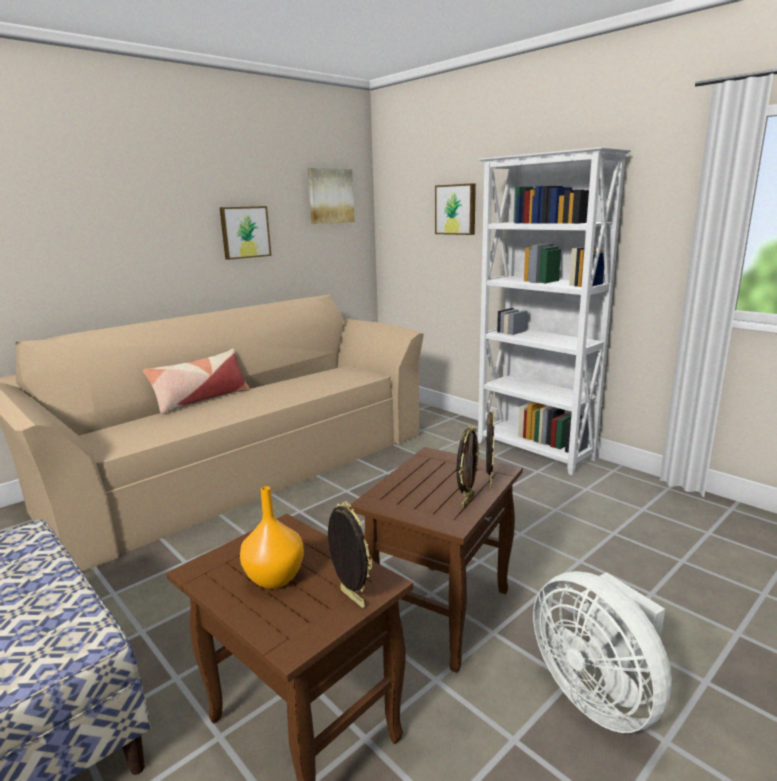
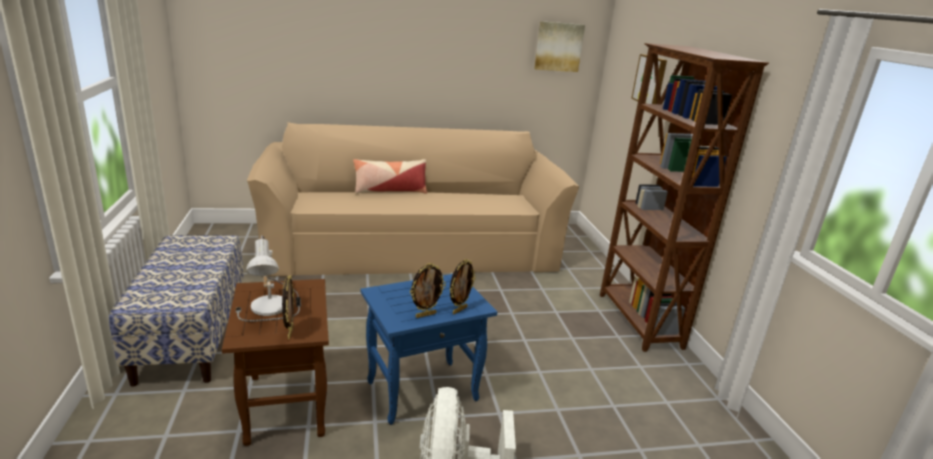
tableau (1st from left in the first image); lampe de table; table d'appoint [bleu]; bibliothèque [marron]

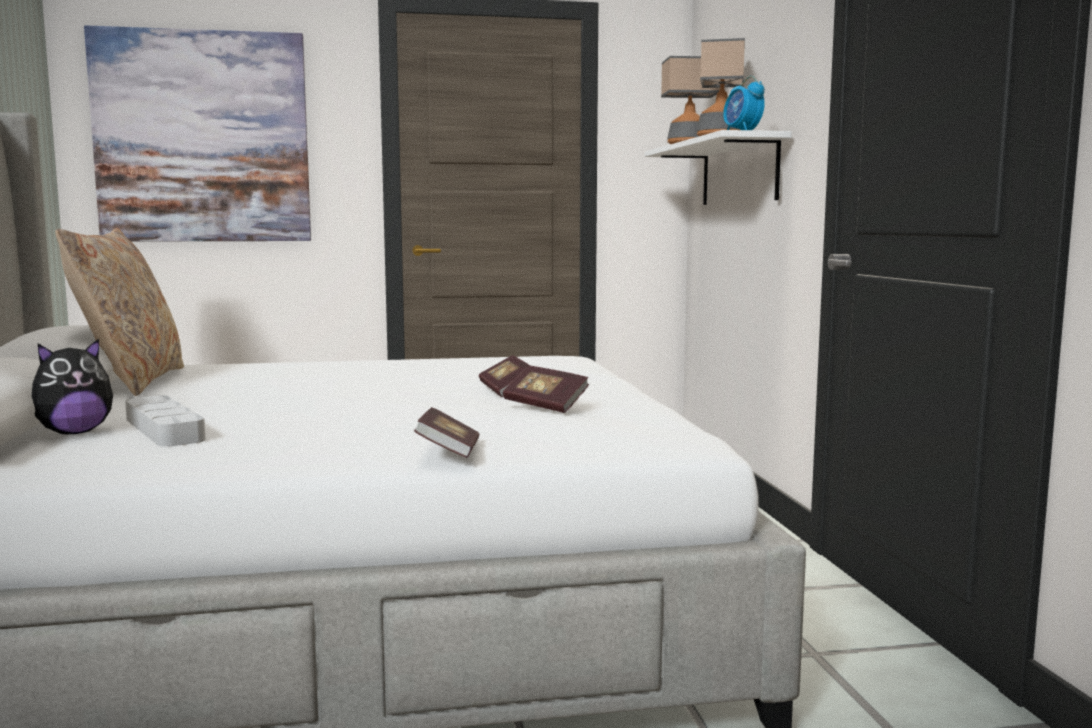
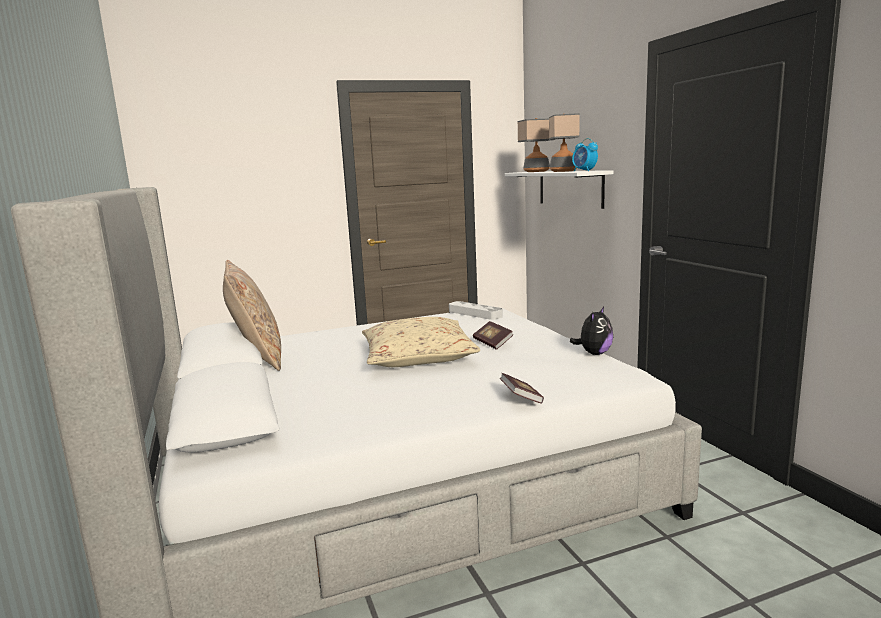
peluche; tableau; plateau [gris]; livre (3rd from left in the first image); coussin [beige] (2nd from left)

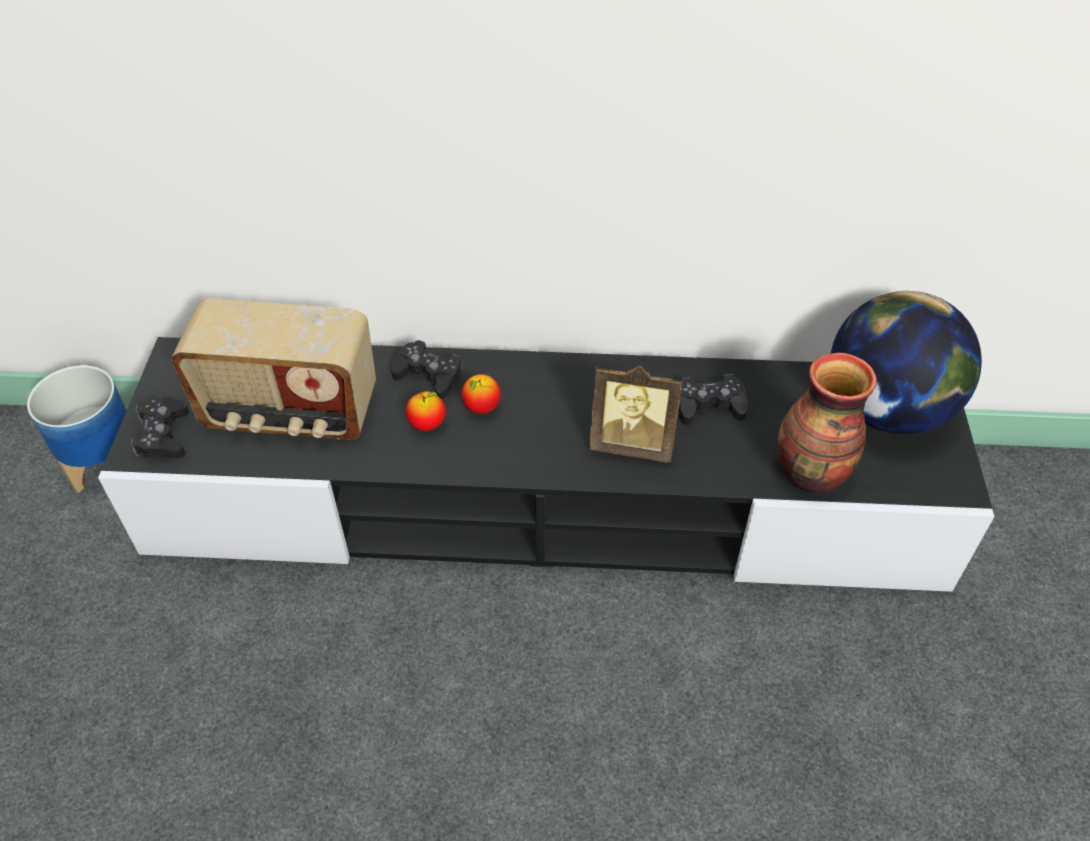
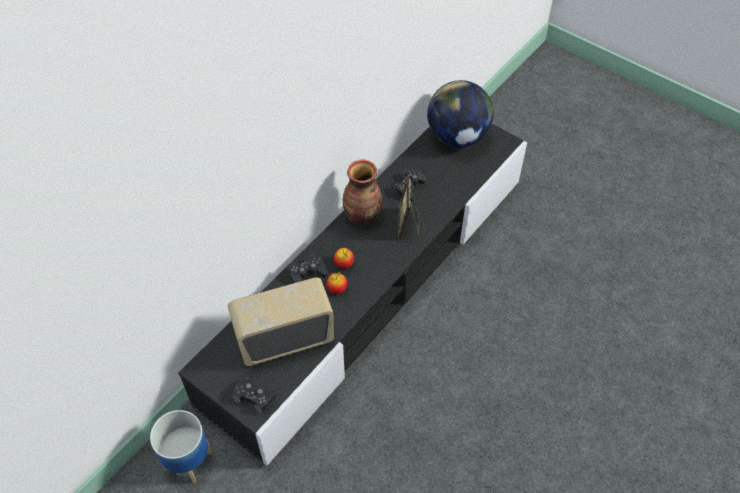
radio; cadre photo; vase

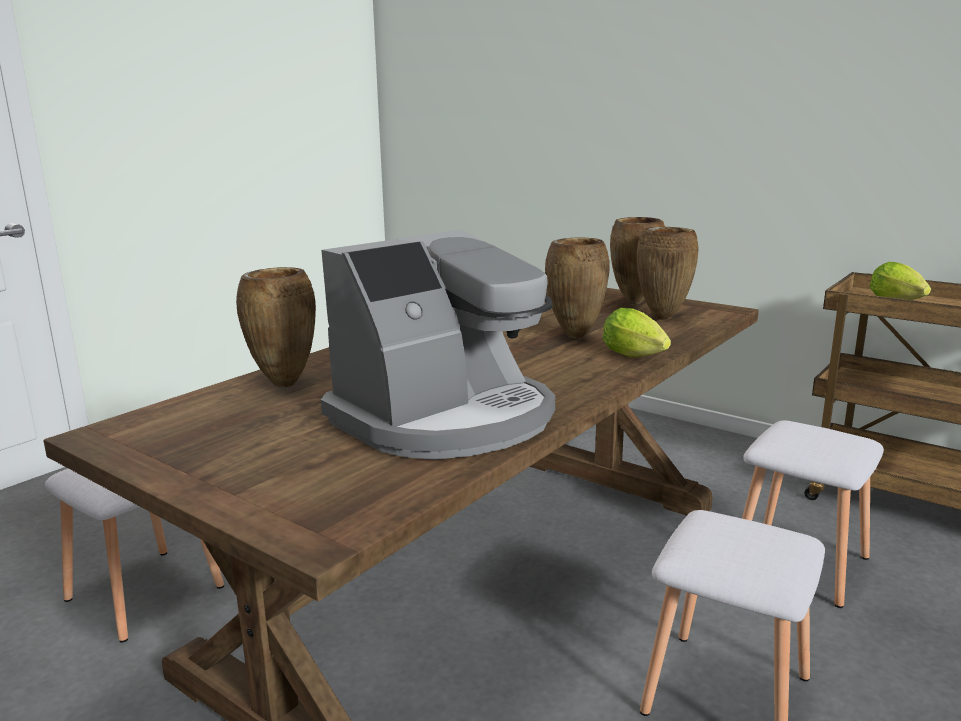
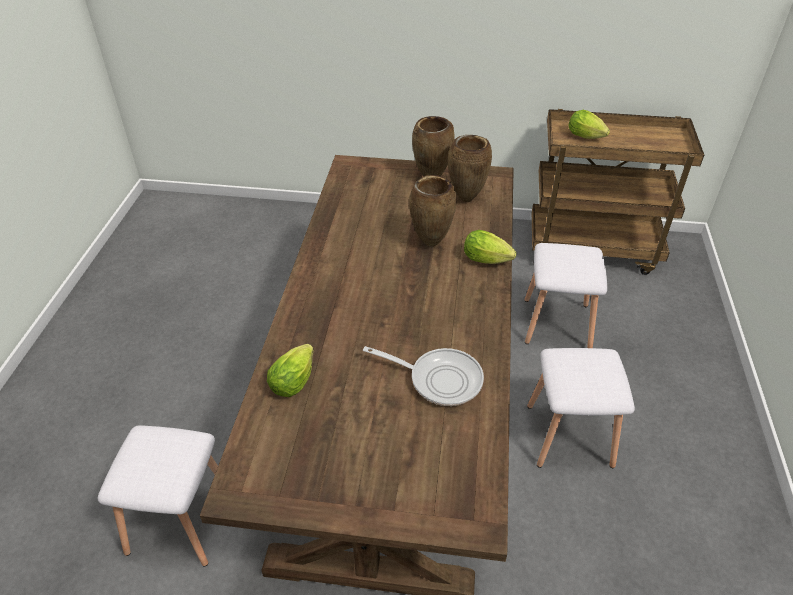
laitue (1st from left); poêle

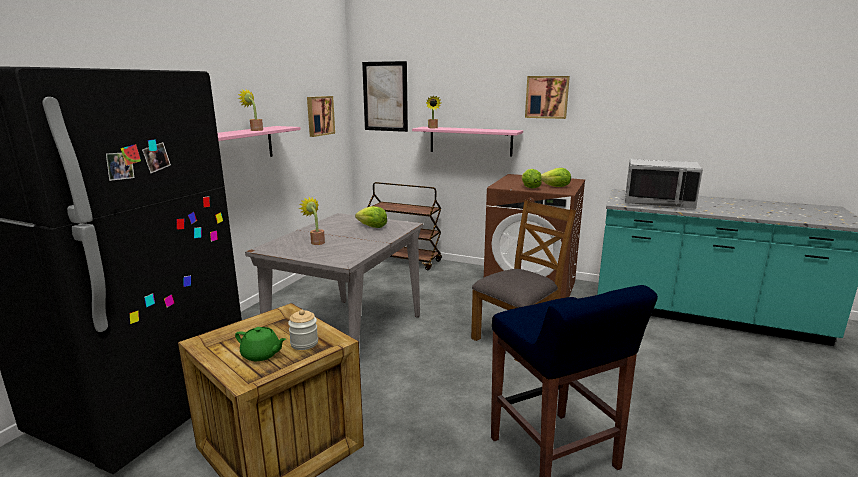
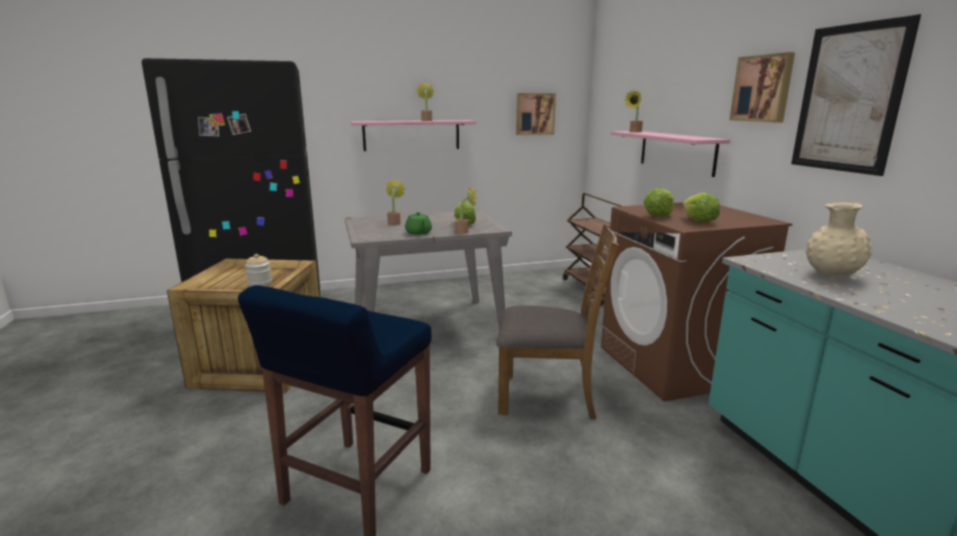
théière [vert]; tableau (3rd from left); vase [beige]; plante en pot (3rd from left)

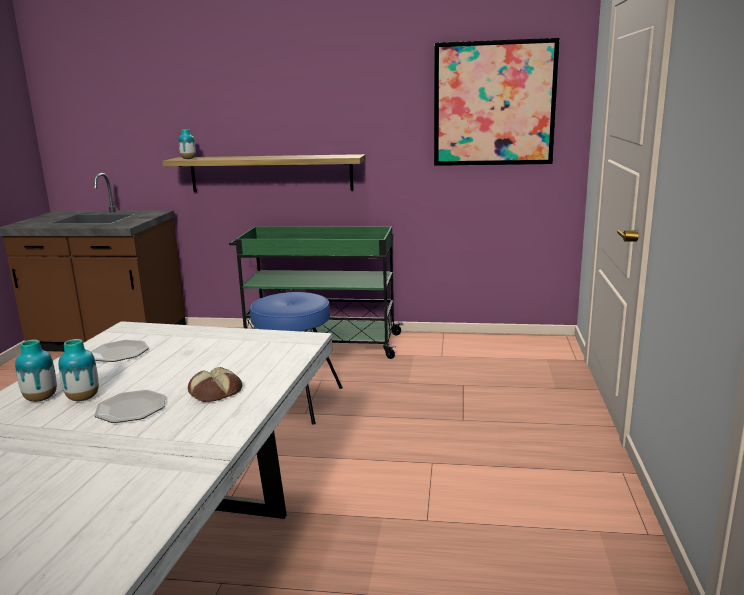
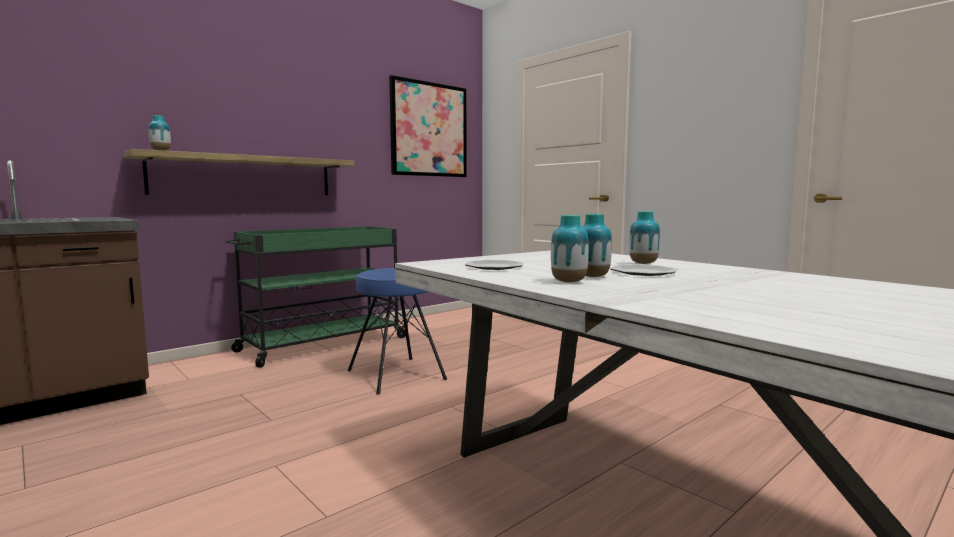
vase (4th from left)

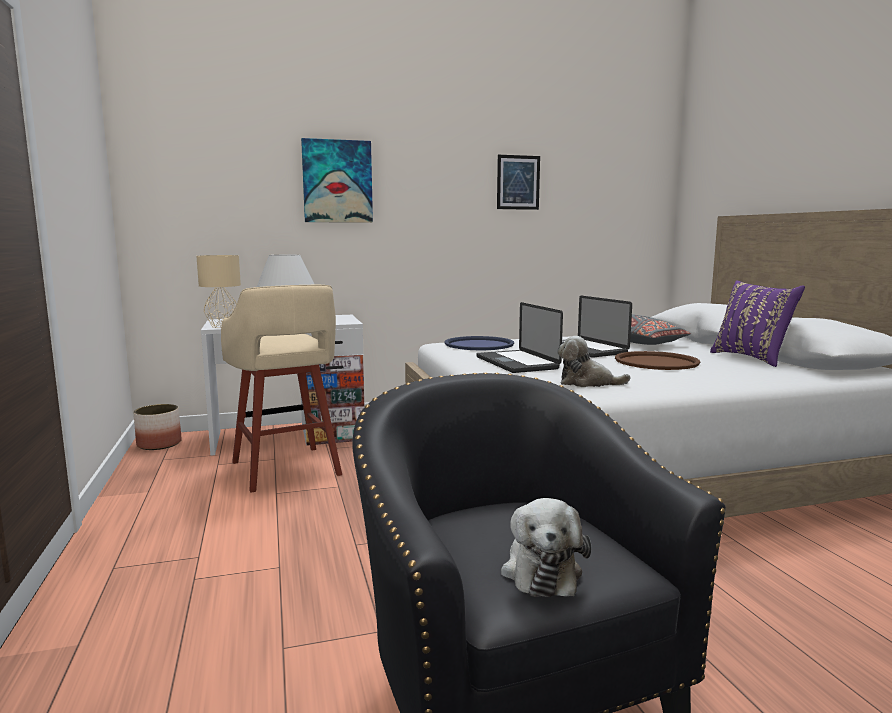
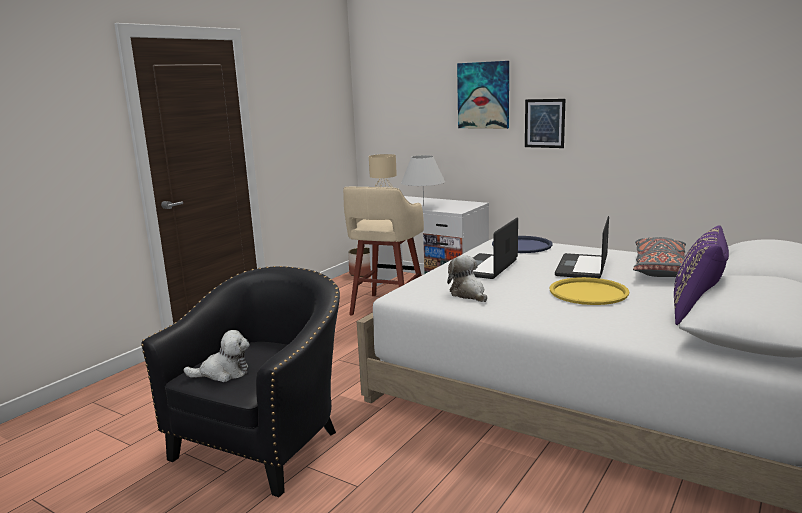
tableau (2nd from left); peluche (1st from left); plateau [jaune]

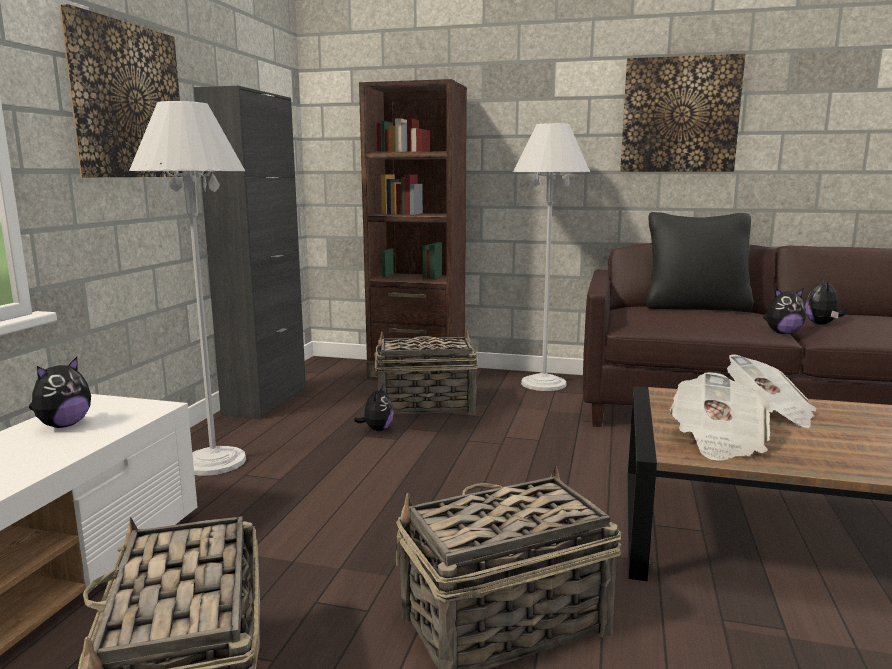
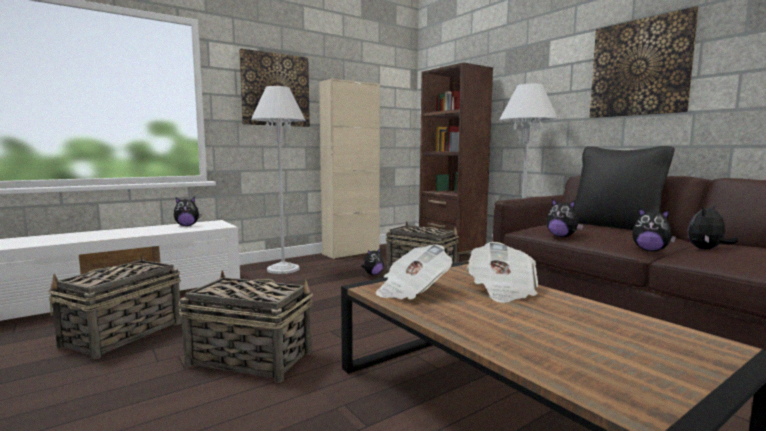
meuble de rangement [beige]; peluche (3rd from left)

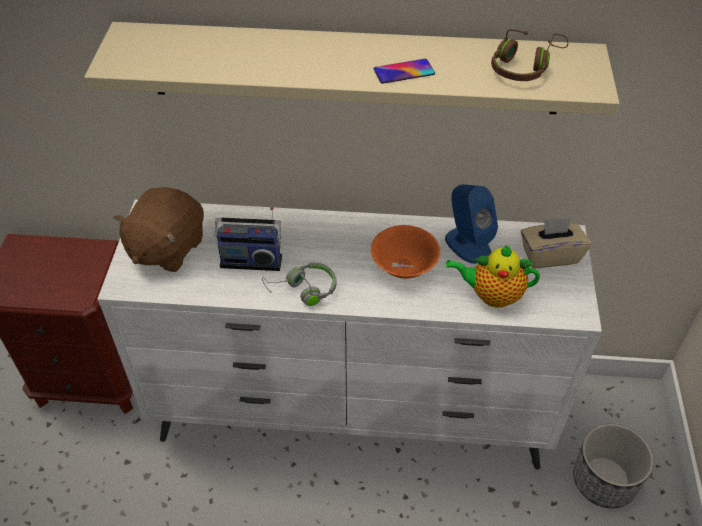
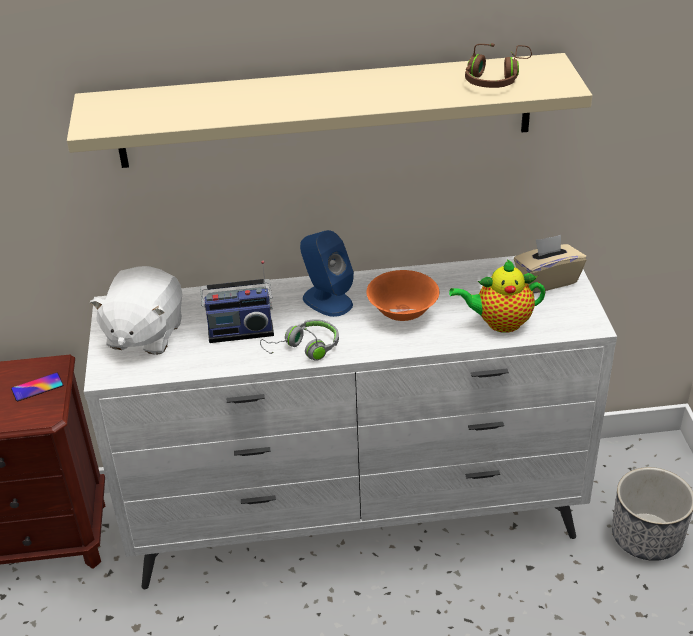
peluche [blanc]; téléphone; enceinte [bleu]

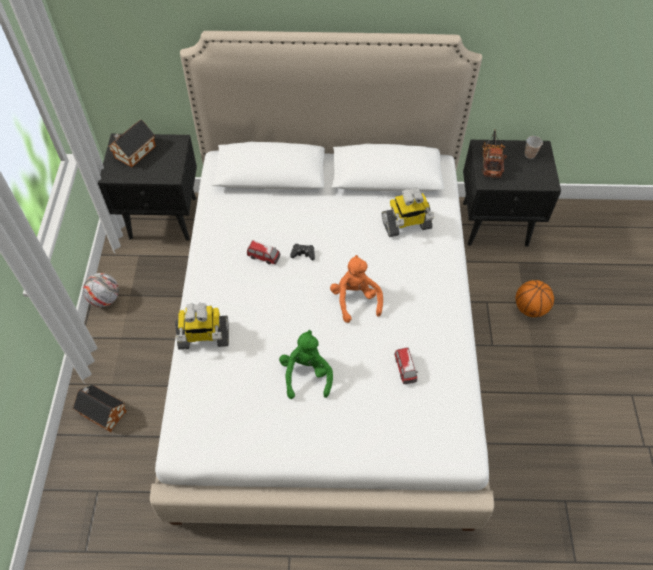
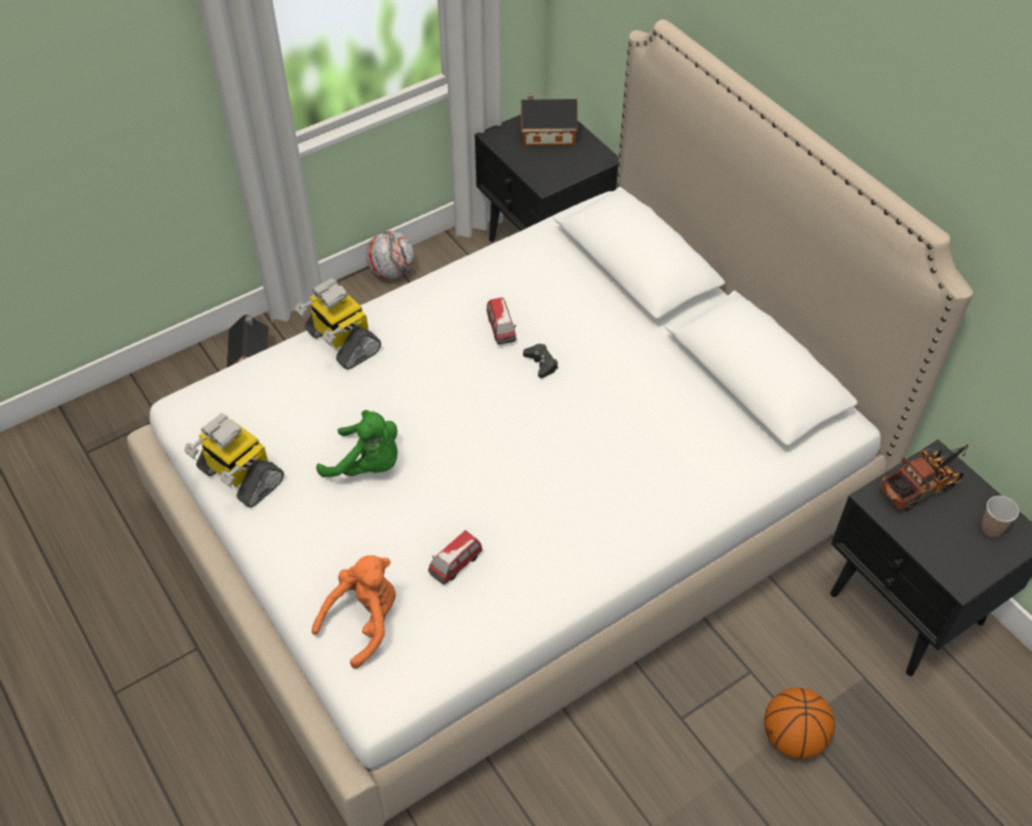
peluche [vert]; peluche [orange]; robot jouet (1st from left)

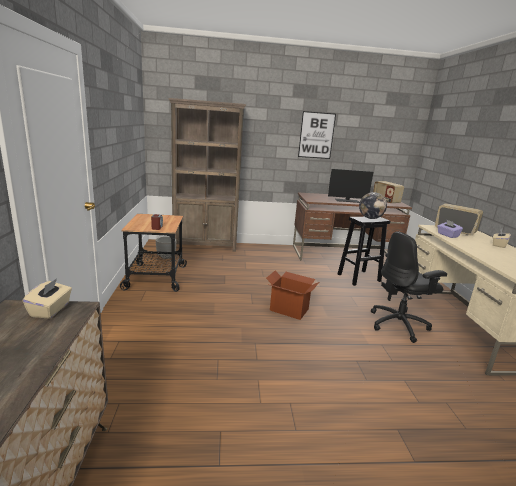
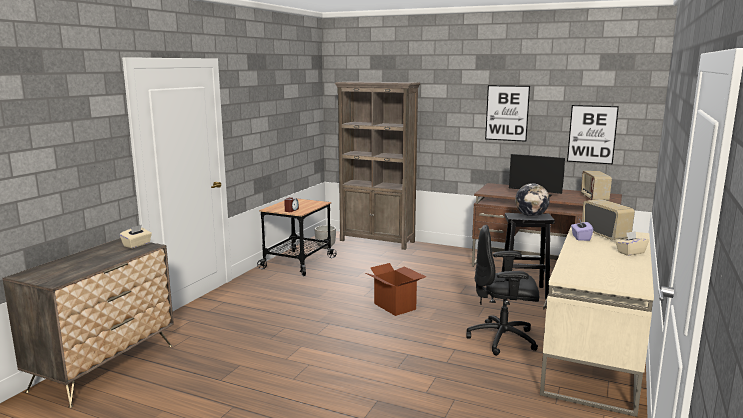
tableau (2nd from left)

